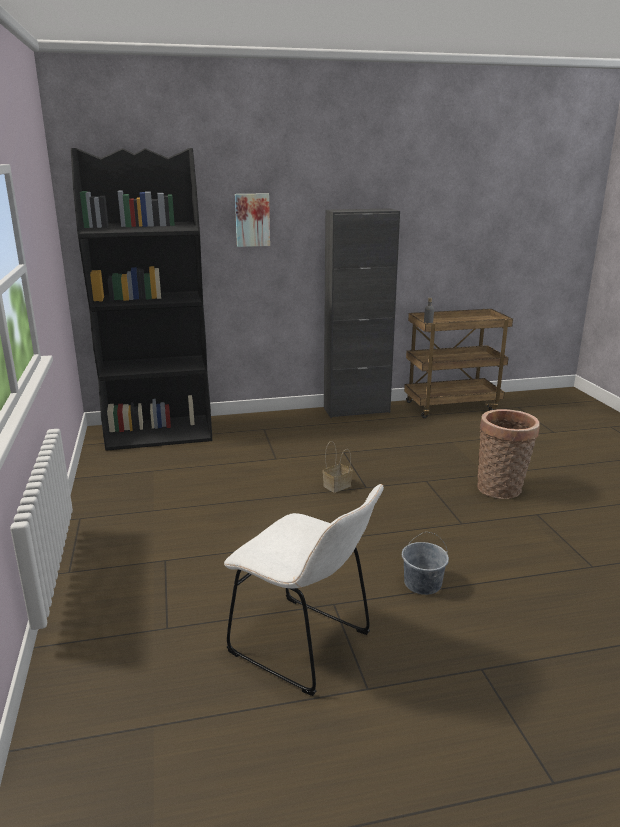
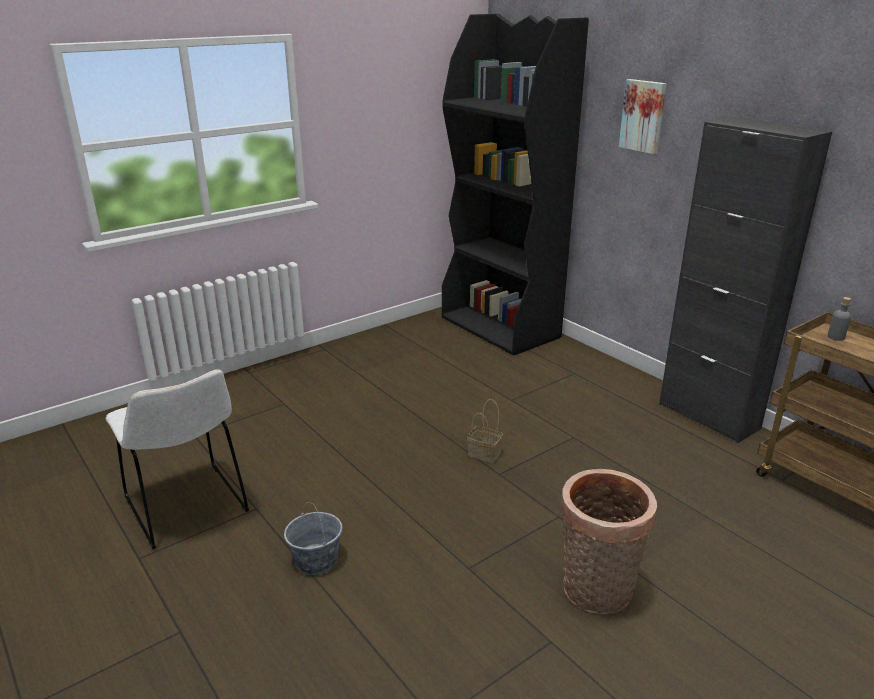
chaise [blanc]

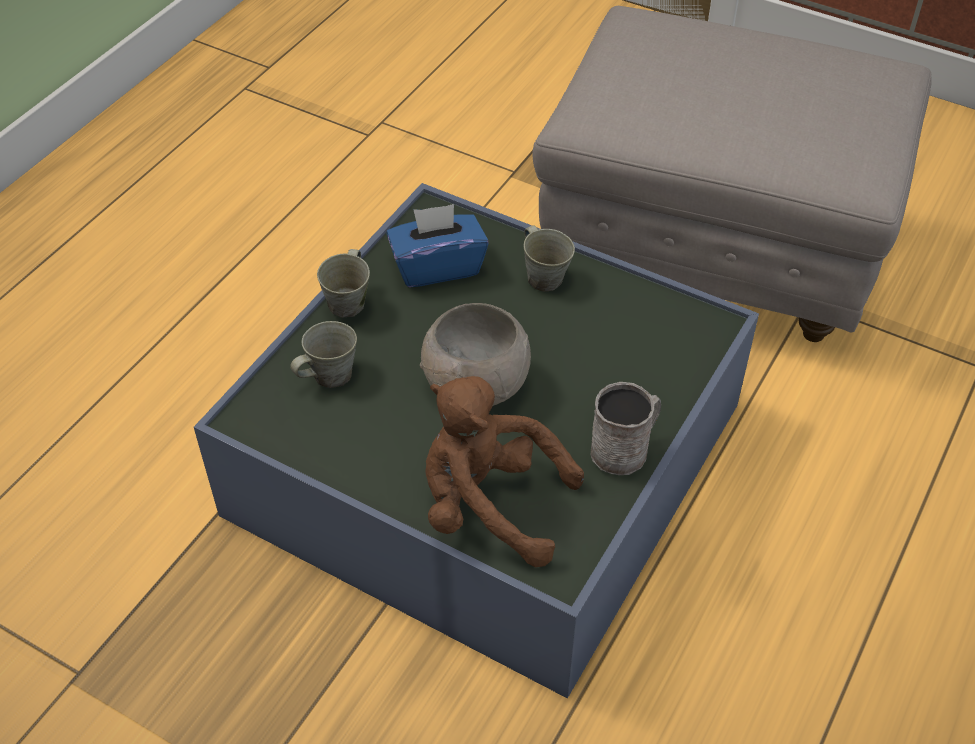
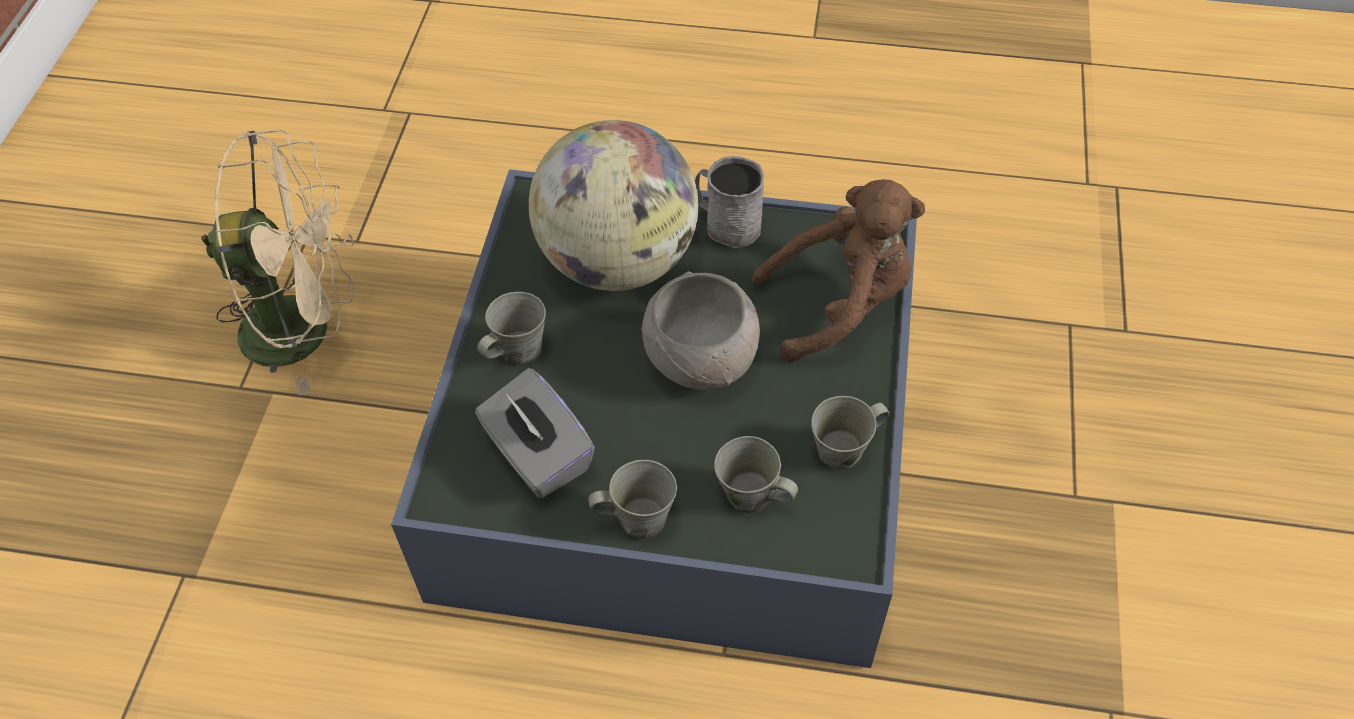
boîte à mouchoirs [gris]; peluche [marron]; ventilateur [beige]; globe; mug [gris] (5th from left)

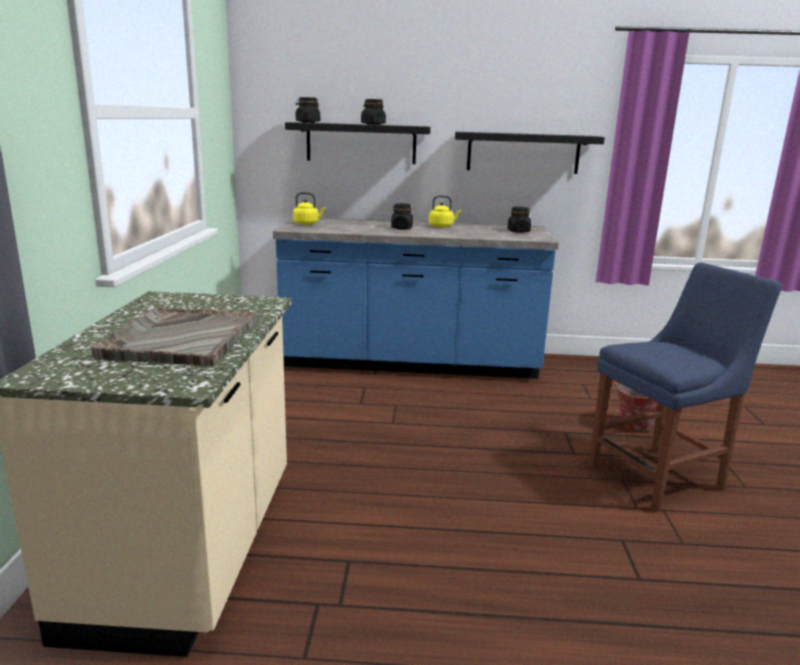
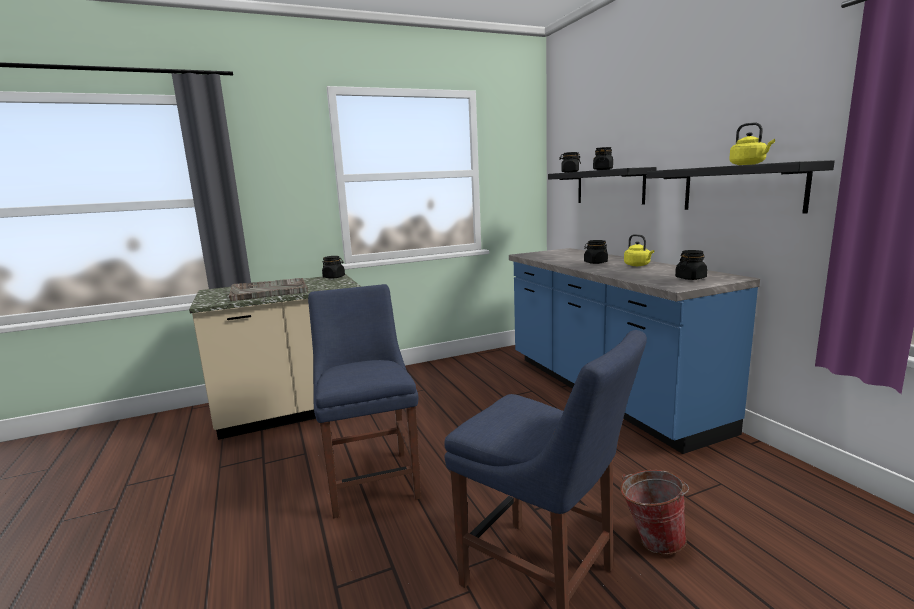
bouilloire [jaune] (2nd from left); chaise [bleu] (1st from left); bocal [noir] (1st from left)

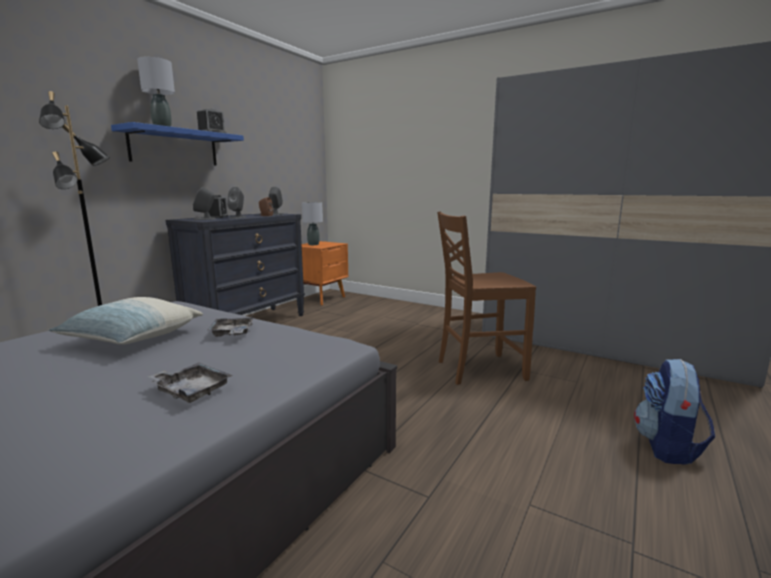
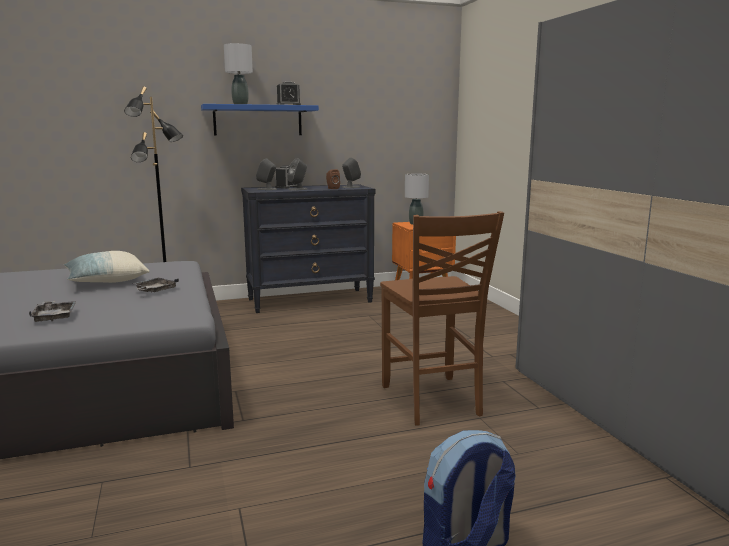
chaise [marron]

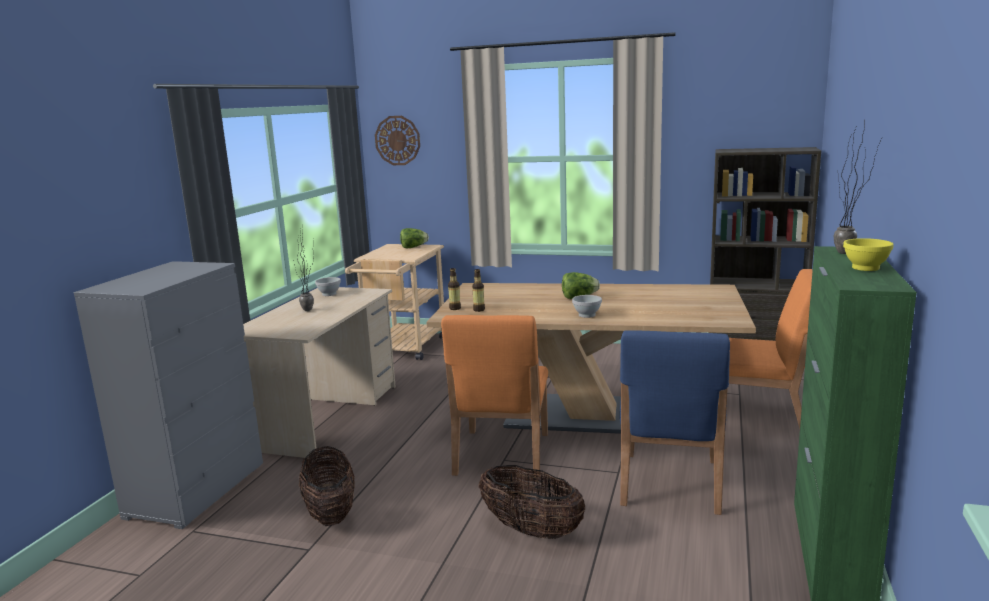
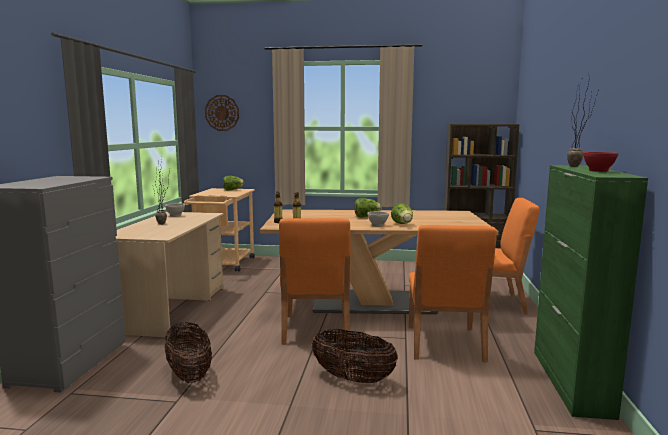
chaise [orange] (2nd from left); bol [rouge]; laitue (3rd from left)

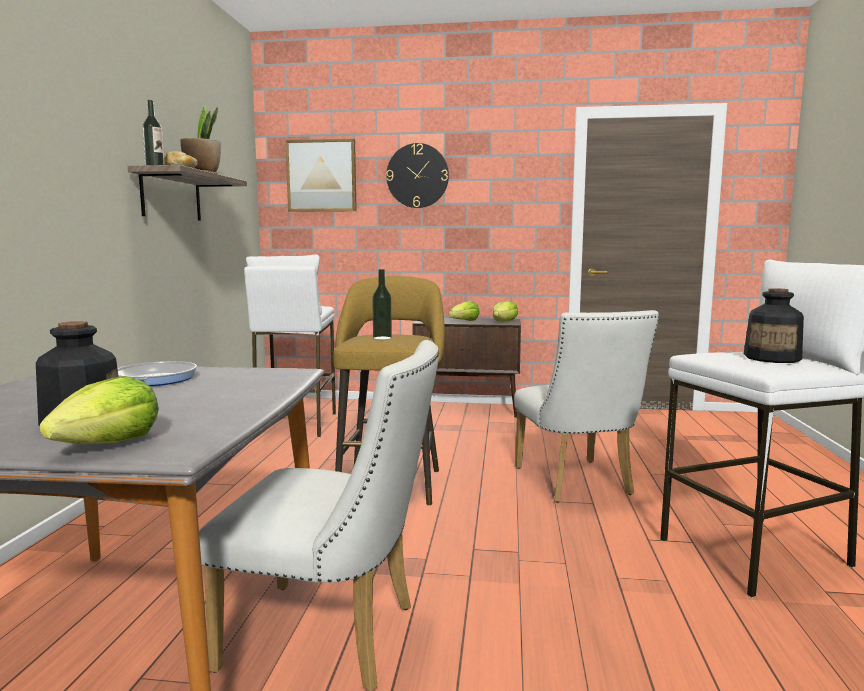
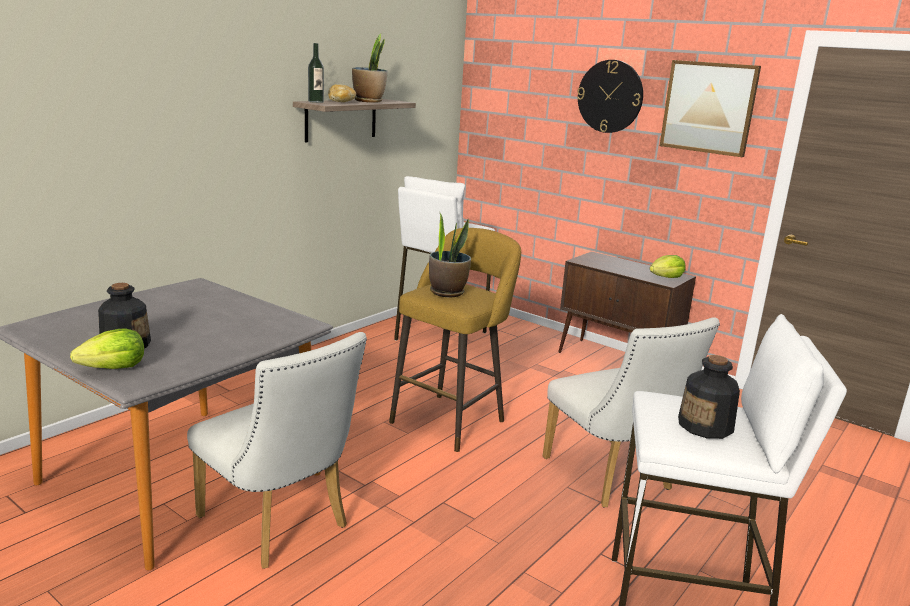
poêle; tableau; plante en pot (2nd from left); laitue (2nd from left in the first image); chaise [blanc] (2nd from left)

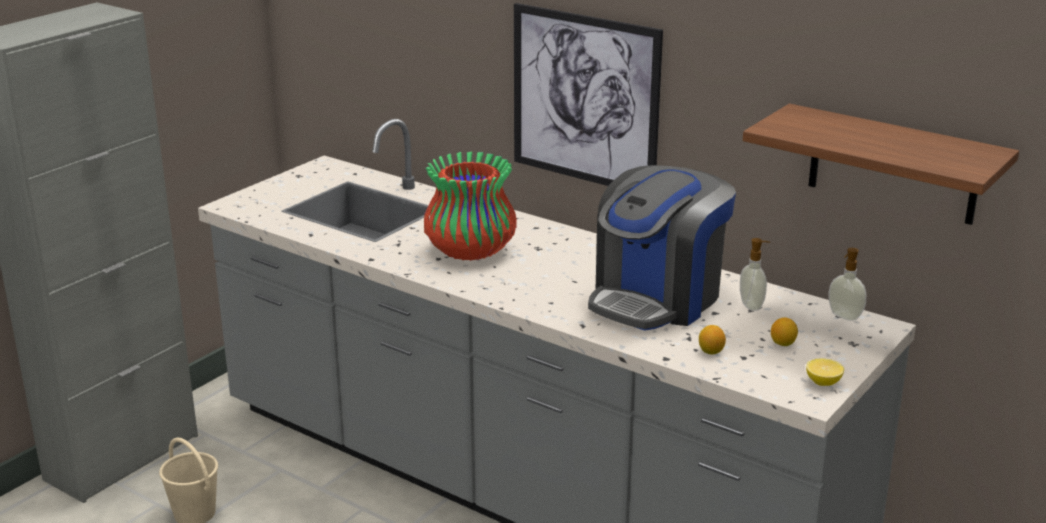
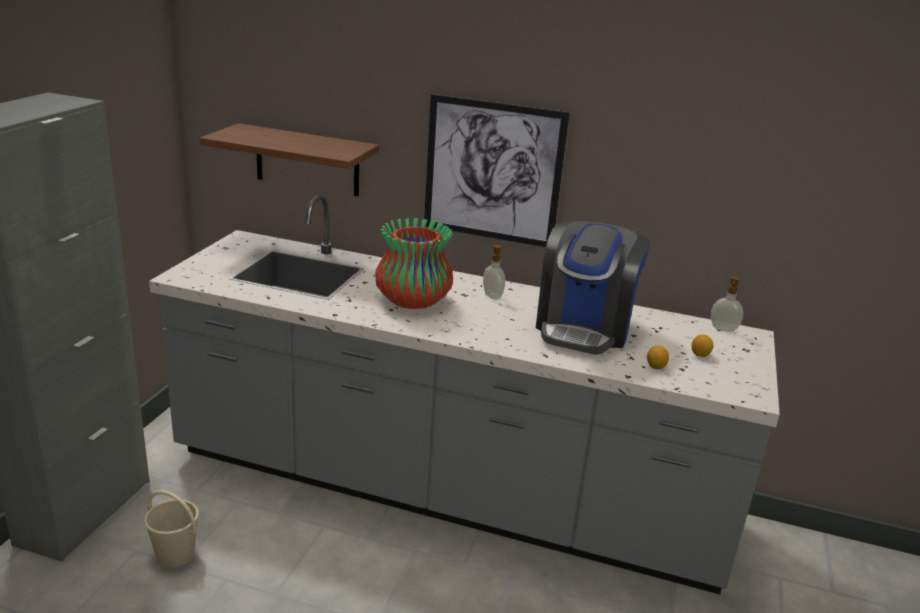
distributeur de savon (1st from left); étagère; citron (3rd from left in the first image)

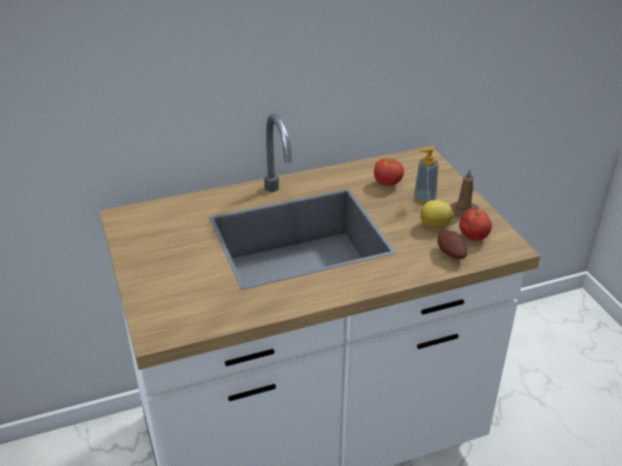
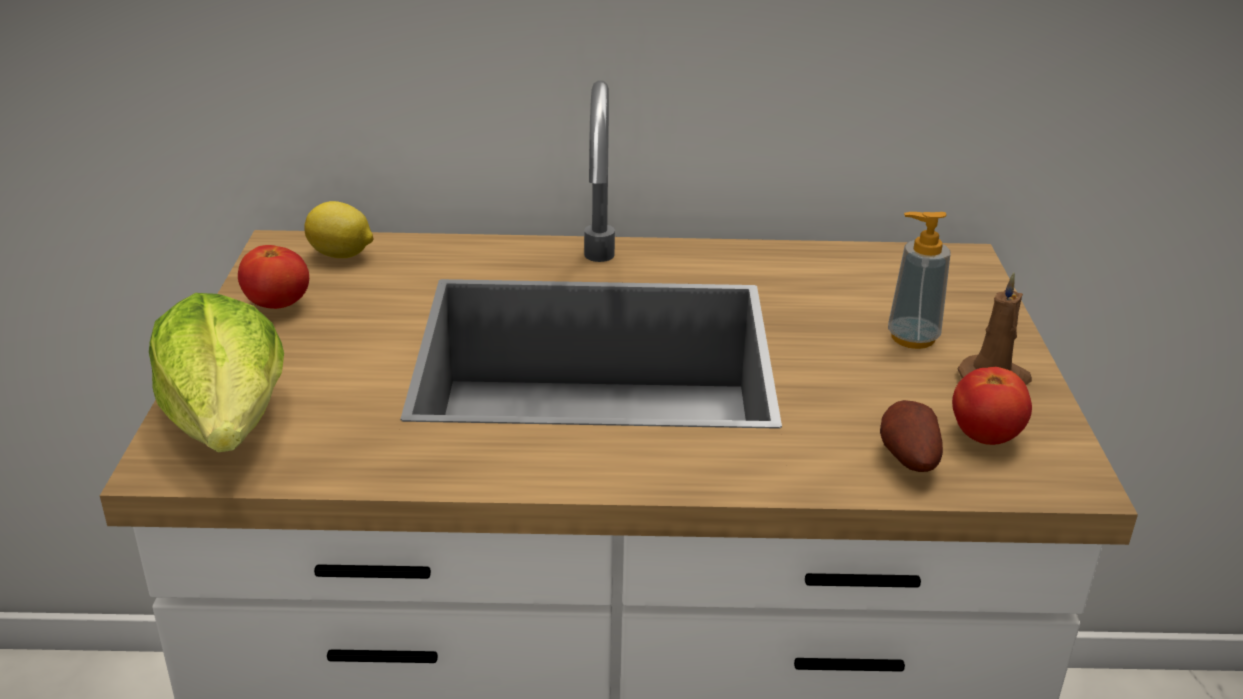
tomate (1st from left); citron; laitue

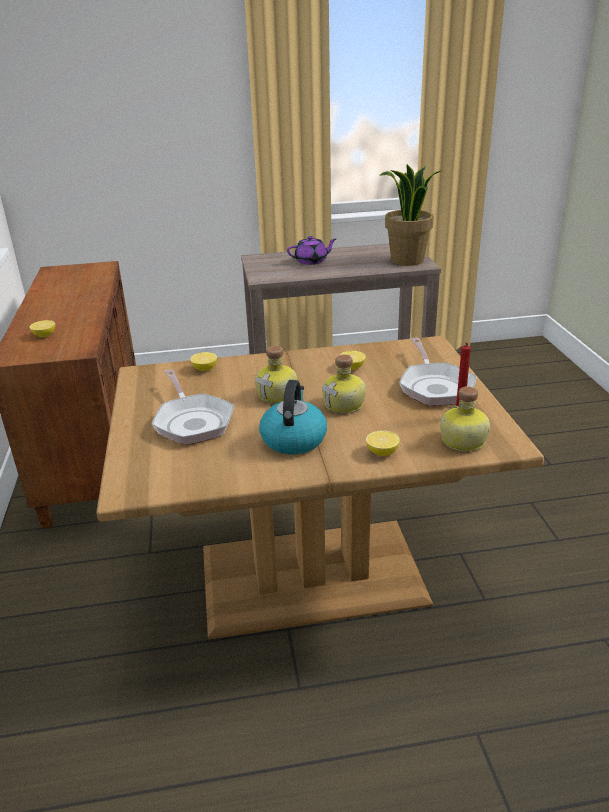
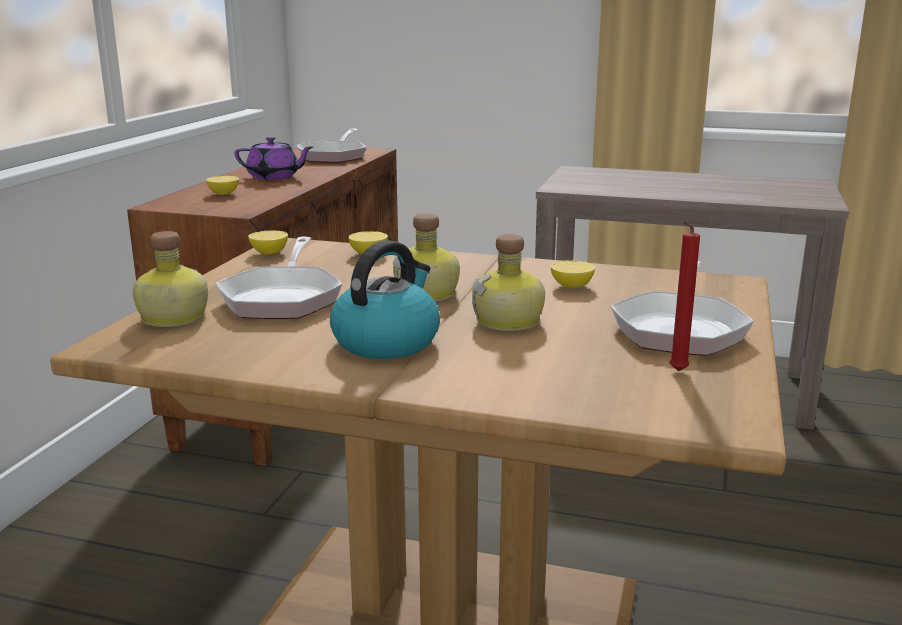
théière [violet]; citron (2nd from left); plante en pot; bouteille (1st from left); poêle (2nd from left)

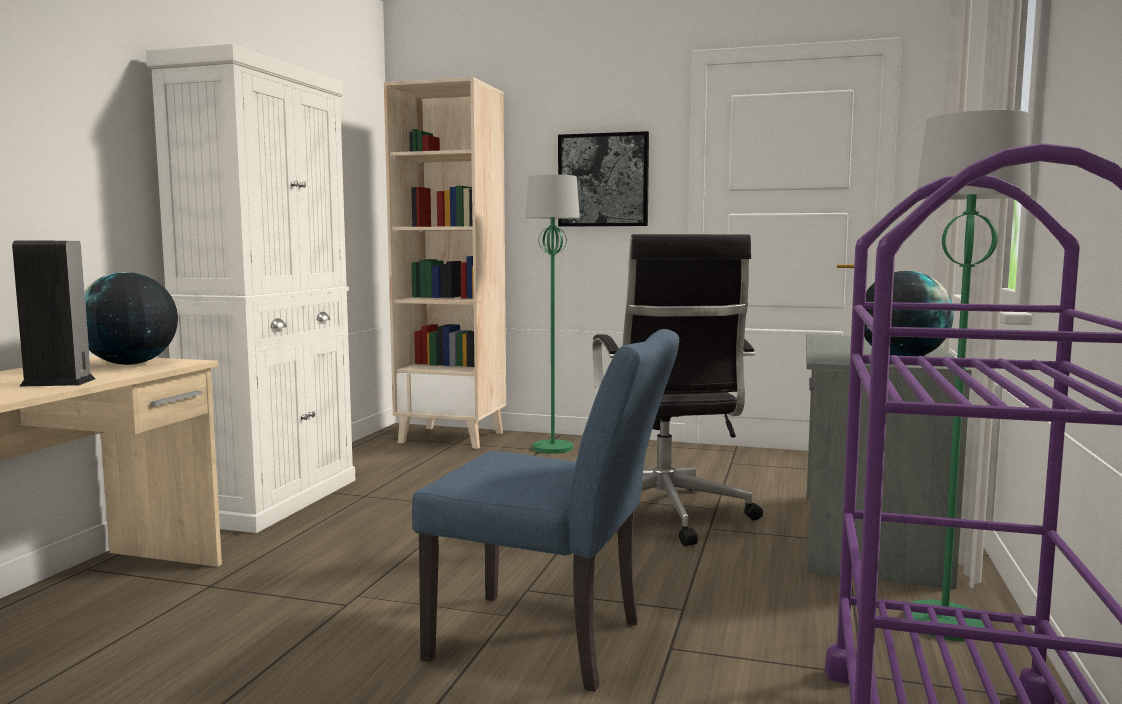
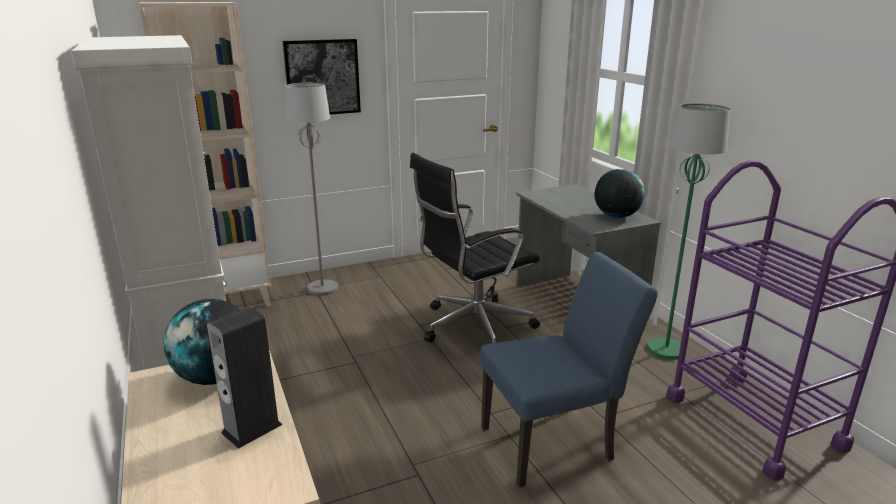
lampadaire [gris]; chaise de bureau [noir]

